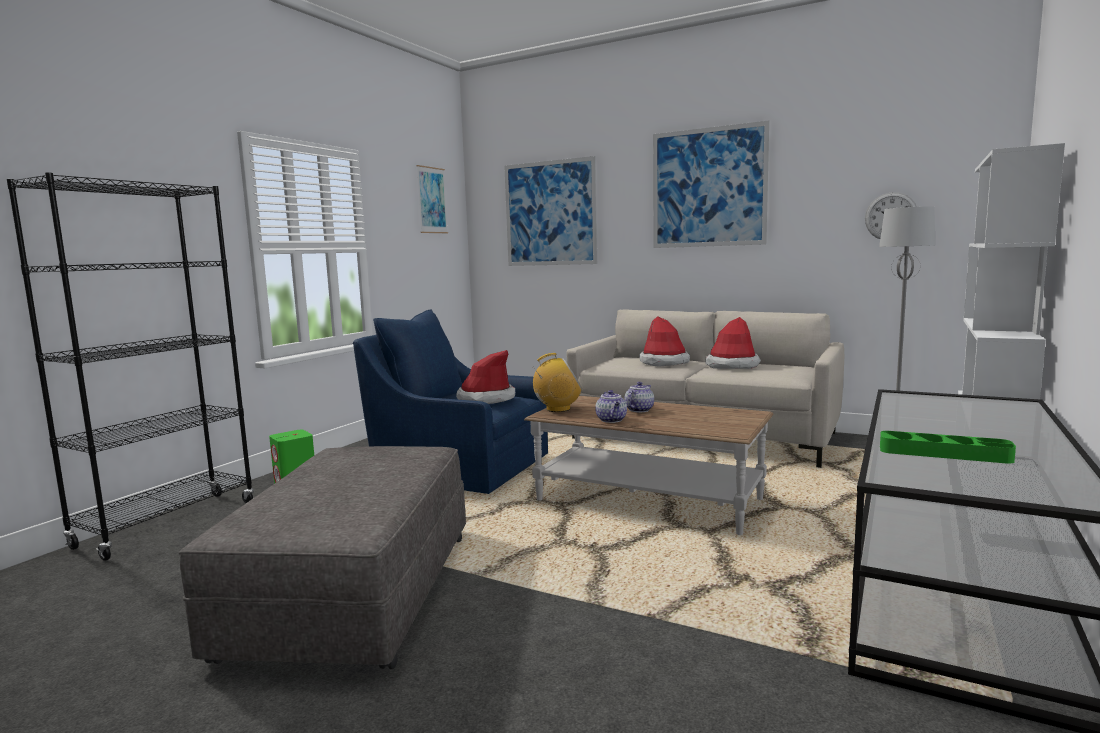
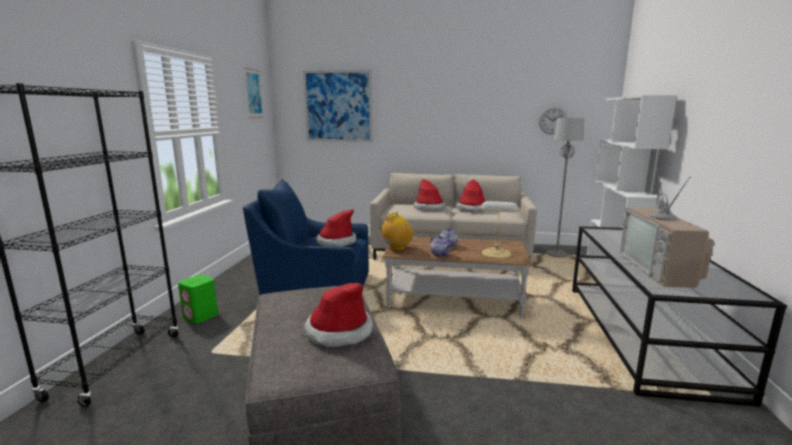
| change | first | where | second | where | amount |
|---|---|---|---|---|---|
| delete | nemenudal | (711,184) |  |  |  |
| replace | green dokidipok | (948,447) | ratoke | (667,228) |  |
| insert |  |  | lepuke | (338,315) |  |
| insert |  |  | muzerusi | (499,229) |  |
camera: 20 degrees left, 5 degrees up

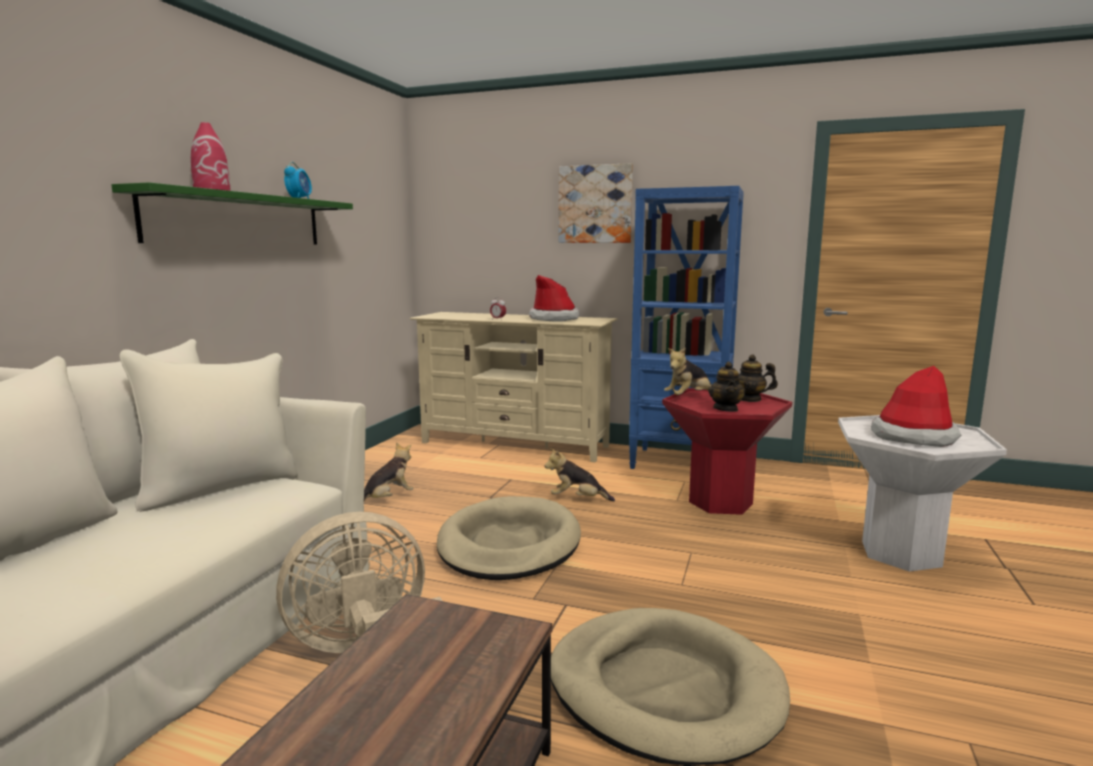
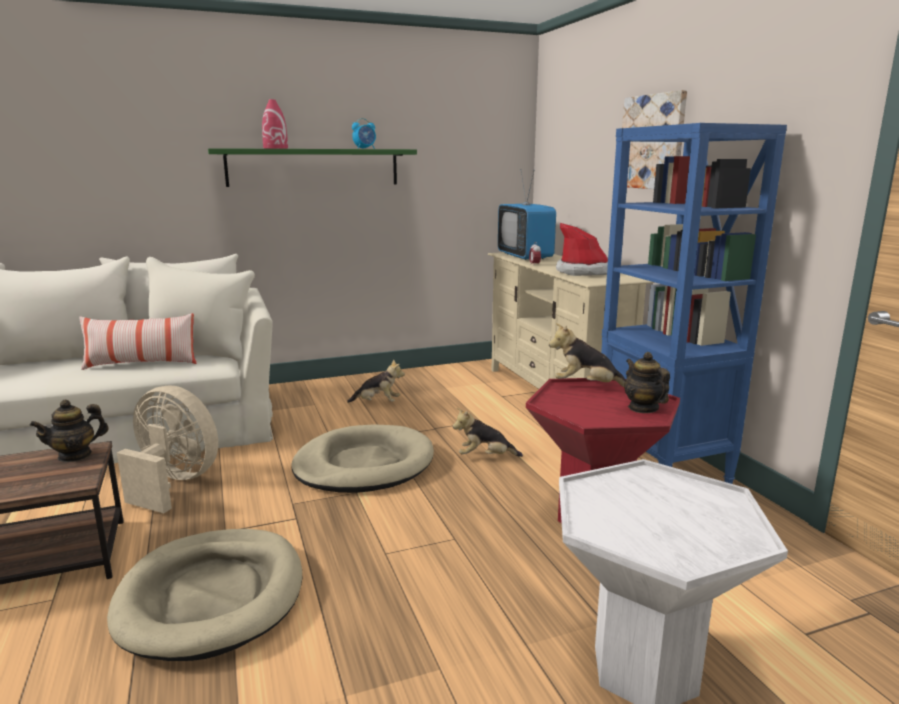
| change | first | where | second | where | amount |
|---|---|---|---|---|---|
| rotate | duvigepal | (580,474) |  | (488,432) | 60 degrees counterclockwise |
| move | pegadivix | (727,387) |  | (69,431) |  |
| delete | lepuke | (916,406) |  |  |  |
| insert |  |  | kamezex | (138,341) |  |
| insert |  |  | ratoke | (527,215) |  |
camera: 50 degrees right, 5 degrees up

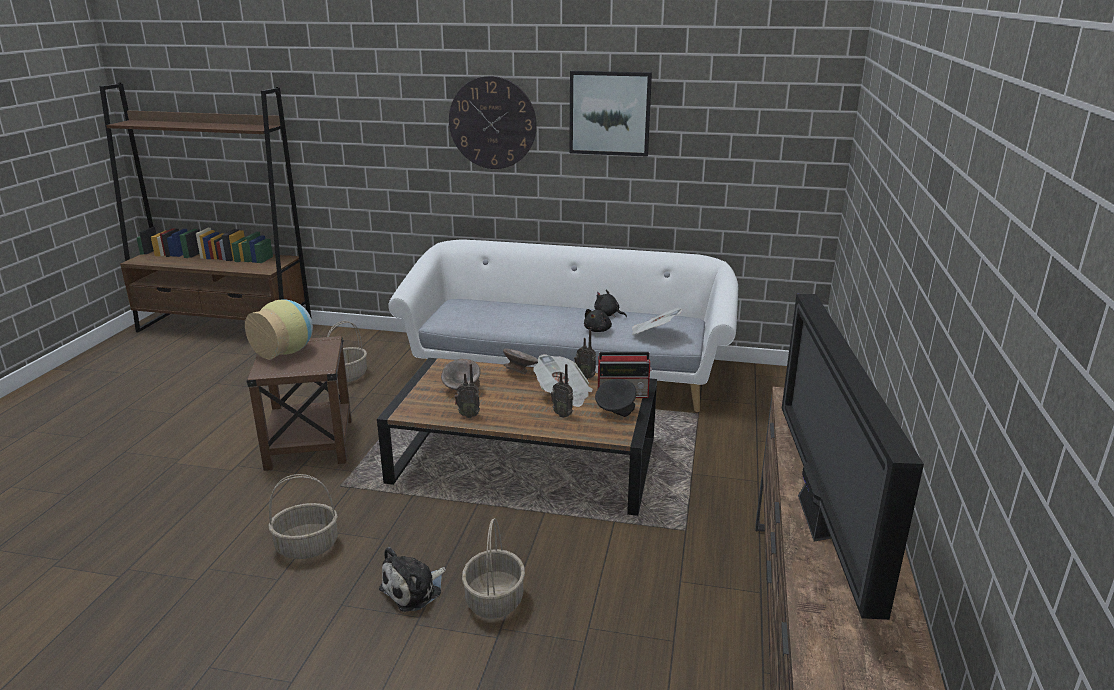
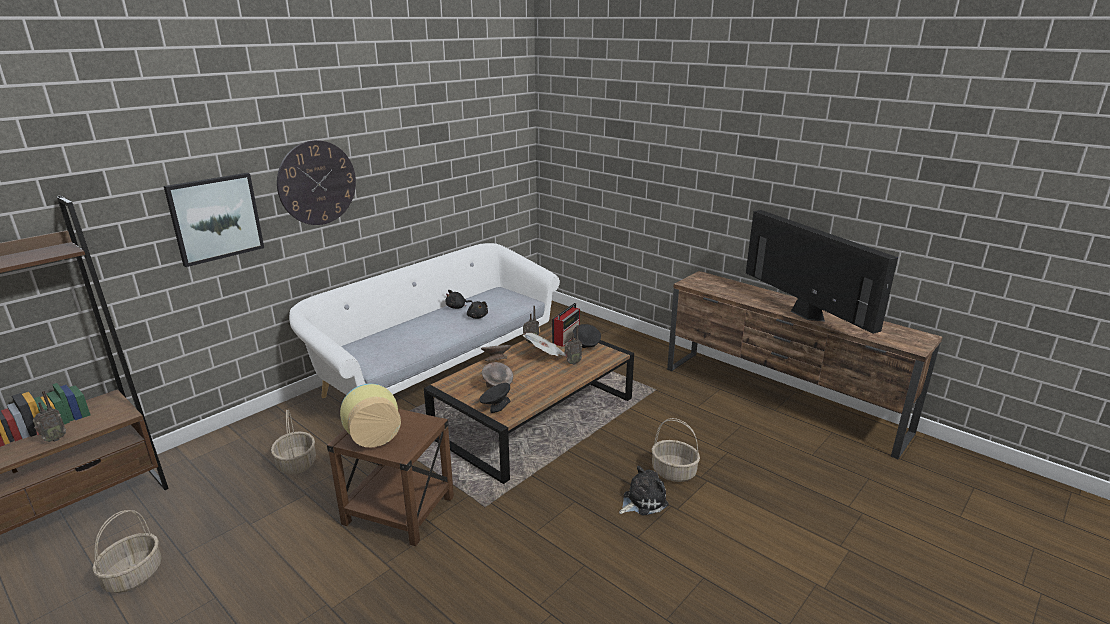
| change | first | where | second | where | amount |
|---|---|---|---|---|---|
| move | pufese | (303,516) |  | (126,551) |  |
| rotate | duvigepal | (412,579) |  | (644,491) | 105 degrees counterclockwise |
| move | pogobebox | (467,391) |  | (49,416) |  |
| move | nemenudal | (610,114) |  | (214,220) |  |
| delete | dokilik | (657,321) |  |  |  |
| rotate | ratoke | (853,457) |  | (822,272) | 150 degrees counterclockwise |
| insert |  |  | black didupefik | (495,398) |  |
camera: 60 degrees left, 0 degrees up

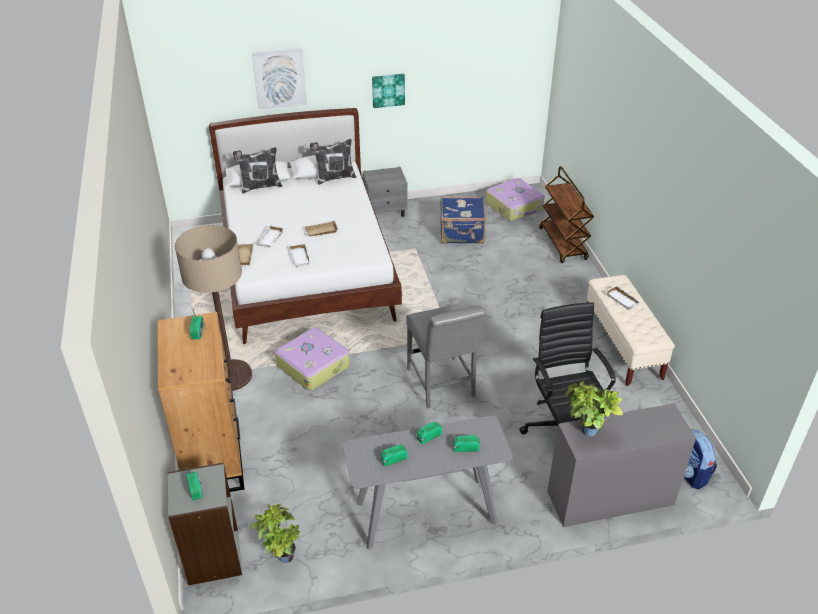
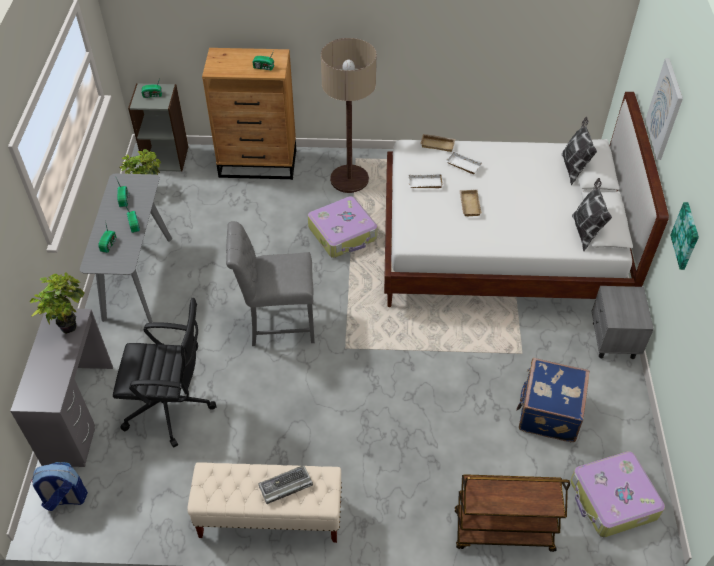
| change | first | where | second | where | amount |
|---|---|---|---|---|---|
| replace | white dokidipok | (623,297) | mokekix | (285,484) |  |
camera: 105 degrees right, 10 degrees up

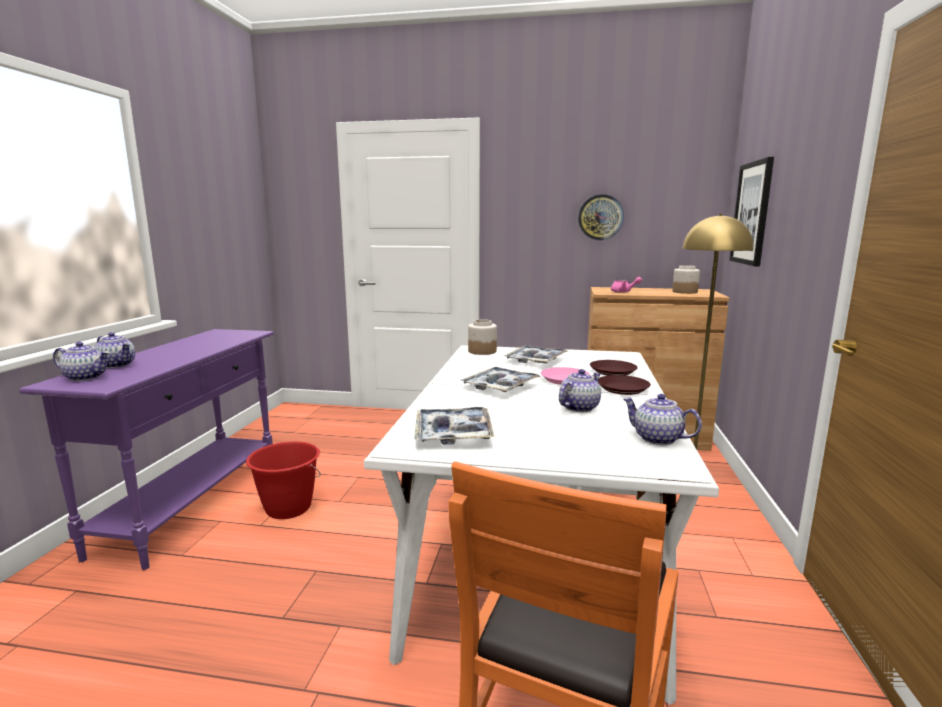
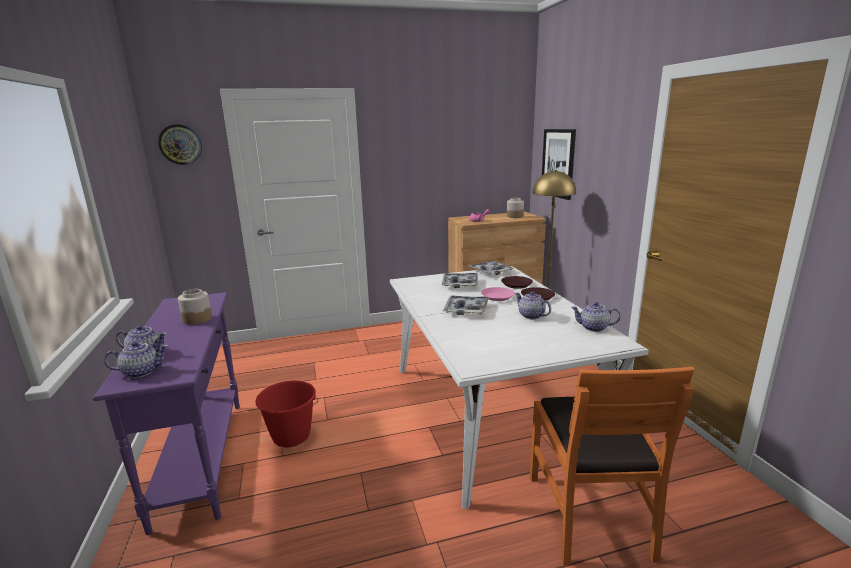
| change | first | where | second | where | amount |
|---|---|---|---|---|---|
| move | dokidipok | (454,426) |  | (491,267) |  |
| move | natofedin | (482,337) |  | (195,307) |  |
| rotate | pegadivix | (580,390) |  | (533,305) | 60 degrees counterclockwise |
| move | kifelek | (601,217) |  | (180,144) |  |
camera: 25 degrees left, 5 degrees up

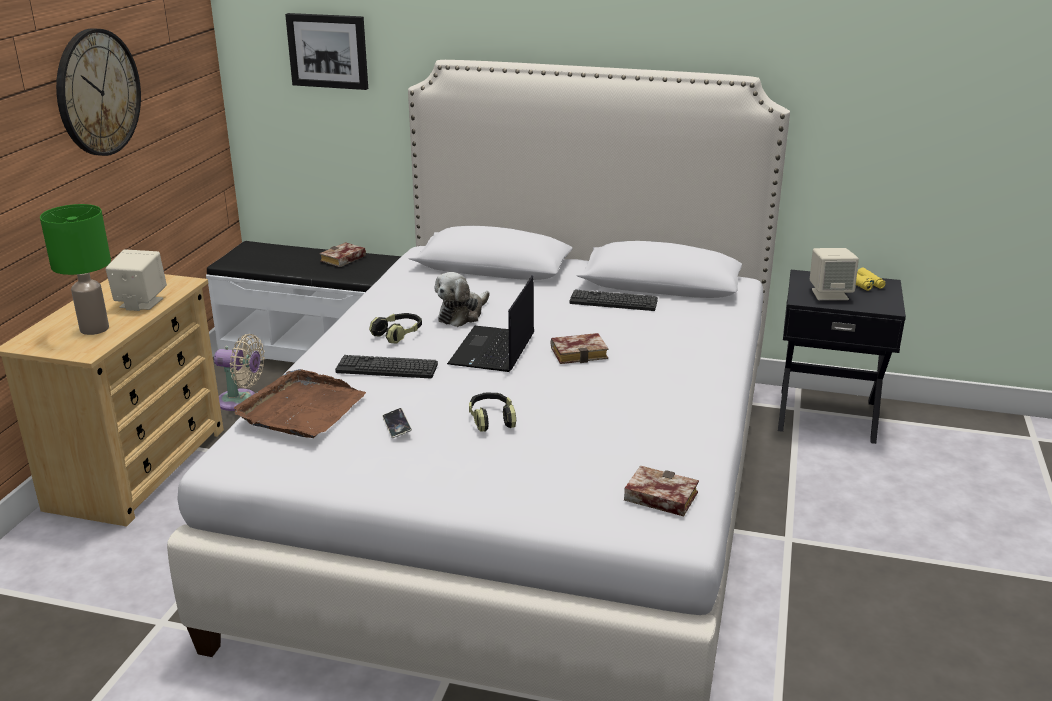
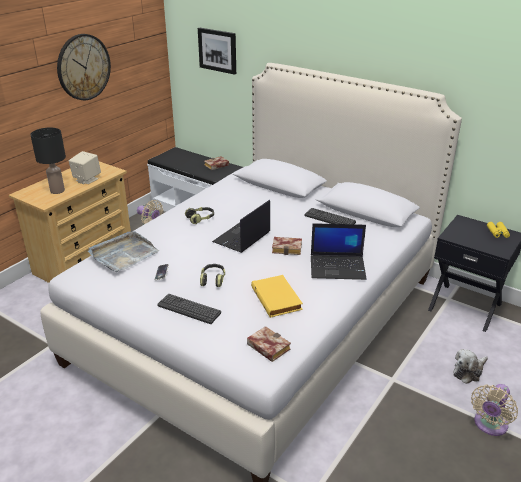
| change | first | where | second | where | amount |
|---|---|---|---|---|---|
| recolor | green muzerusi | (75,269) | black muzerusi | (48,161) |  |
| recolor | brown dokidipok | (300,403) | grey dokidipok | (123,251) |  |
| move | mokekix | (386,366) |  | (189,309) |  |
| move | duvigepal | (462,299) |  | (470,366) |  |
| delete | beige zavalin | (834,274) |  |  |  |
| insert |  |  | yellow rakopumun | (277,296) |  |
| insert |  |  | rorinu | (339,251) |  |
| insert |  |  | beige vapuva | (494,410) |  |
camera: 20 degrees right, 5 degrees up

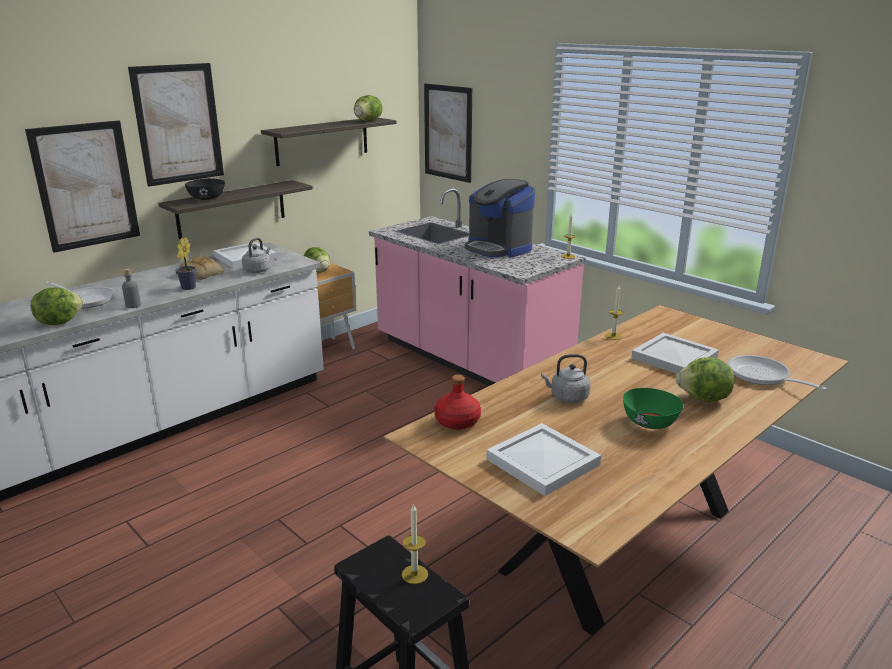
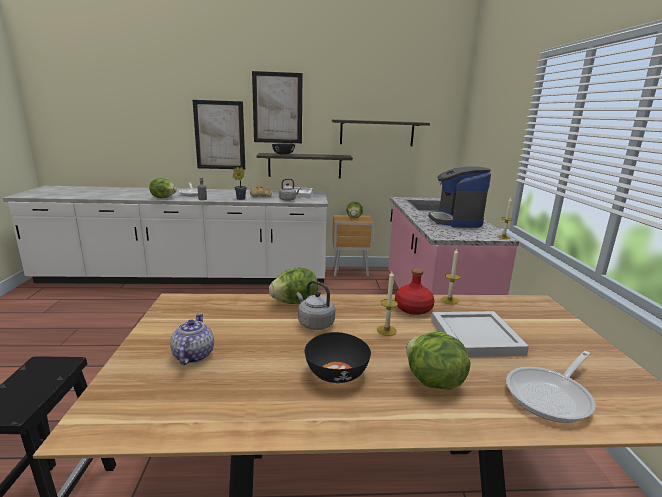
| change | first | where | second | where | amount |
|---|---|---|---|---|---|
| move | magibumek | (368,108) |  | (293,286) |  |
| move | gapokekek | (415,543) |  | (387,303) |  |
| delete | nemenudal | (448,133) |  |  |  |
| move | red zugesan | (457,402) |  | (415,291) |  |
| replace | white dokidipok | (544,459) | pegadivix | (192,339) |  |
| recolor | green didupefik | (653,408) | black didupefik | (337,357) |  |
| rotate | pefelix | (778,373) |  | (550,387) | 135 degrees counterclockwise |
camera: 40 degrees right, 5 degrees down

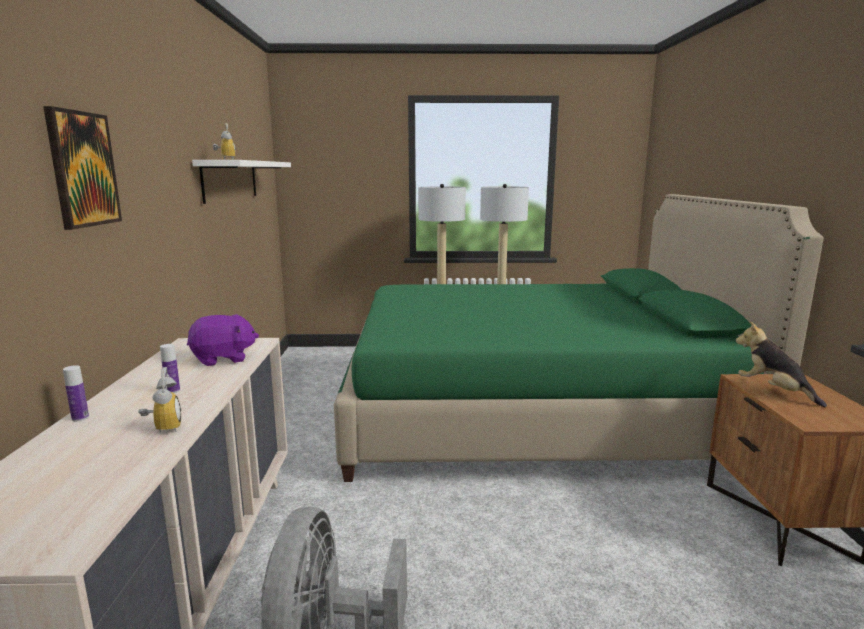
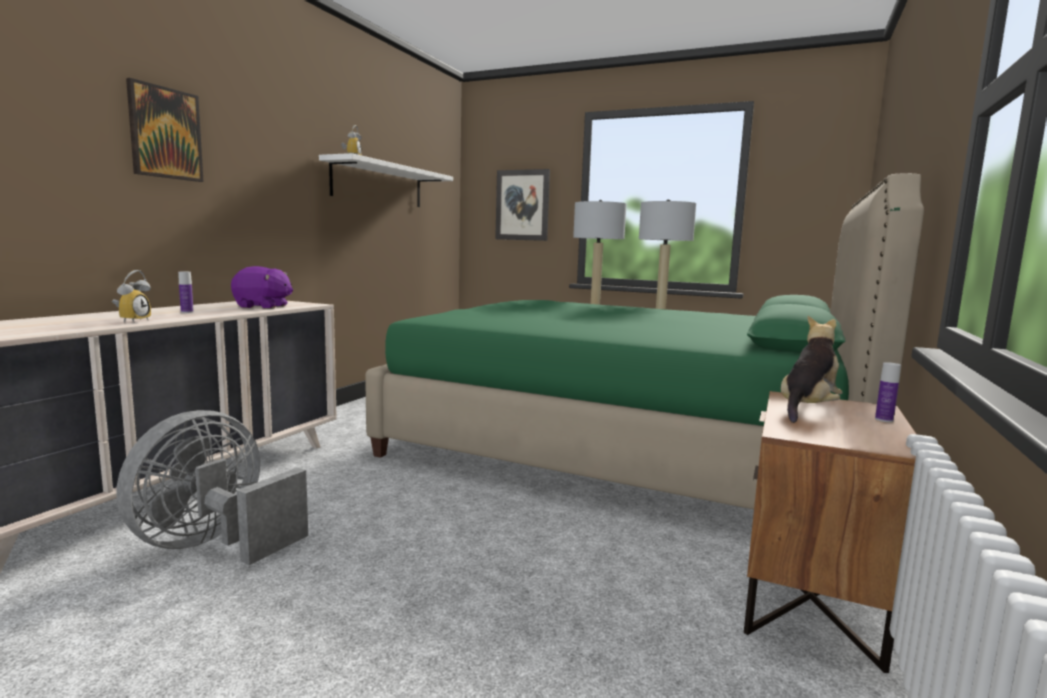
| change | first | where | second | where | amount |
|---|---|---|---|---|---|
| move | zugesan | (76,393) |  | (888,392) |  |
| rotate | duvigepal | (781,364) |  | (812,369) | 45 degrees clockwise |
| insert |  |  | nemenudal | (522,205) |  |
camera: 25 degrees right, 5 degrees down

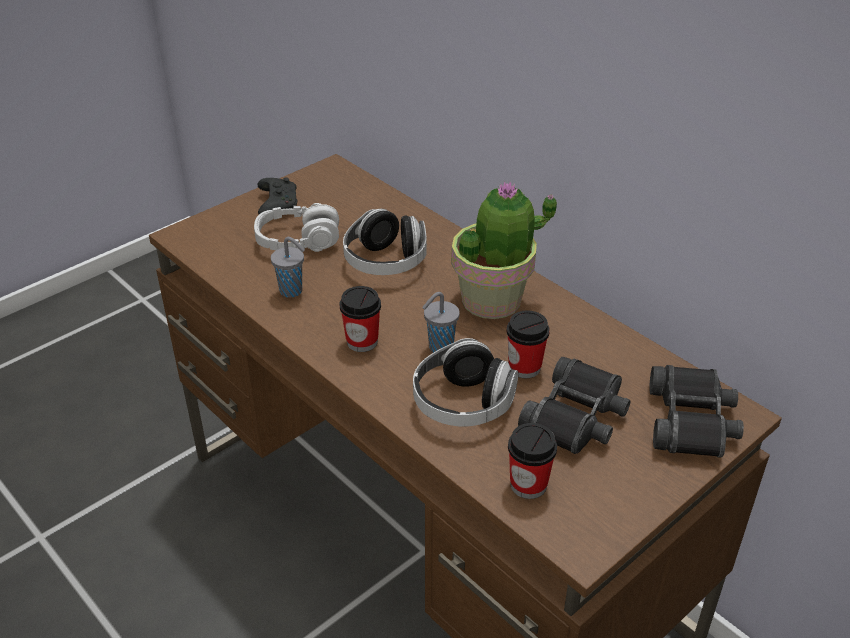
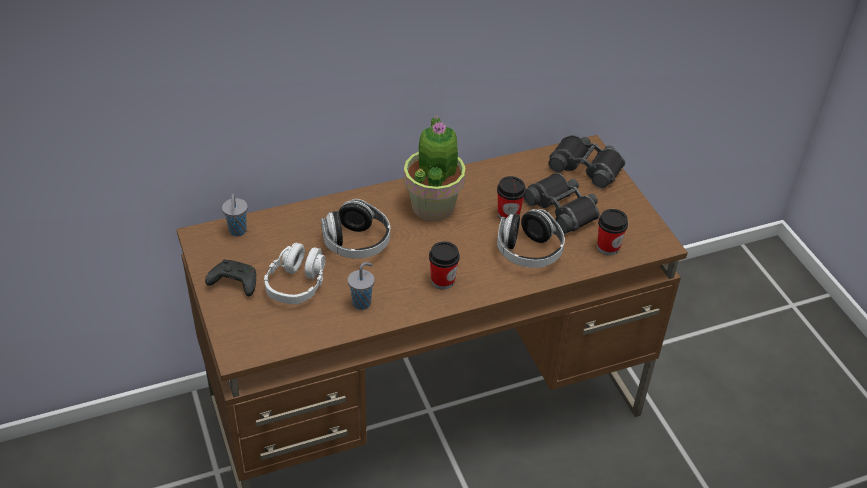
| change | first | where | second | where | amount |
|---|---|---|---|---|---|
| move | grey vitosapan | (441,322) |  | (235,215) |  |
camera: 70 degrees left, 5 degrees up

